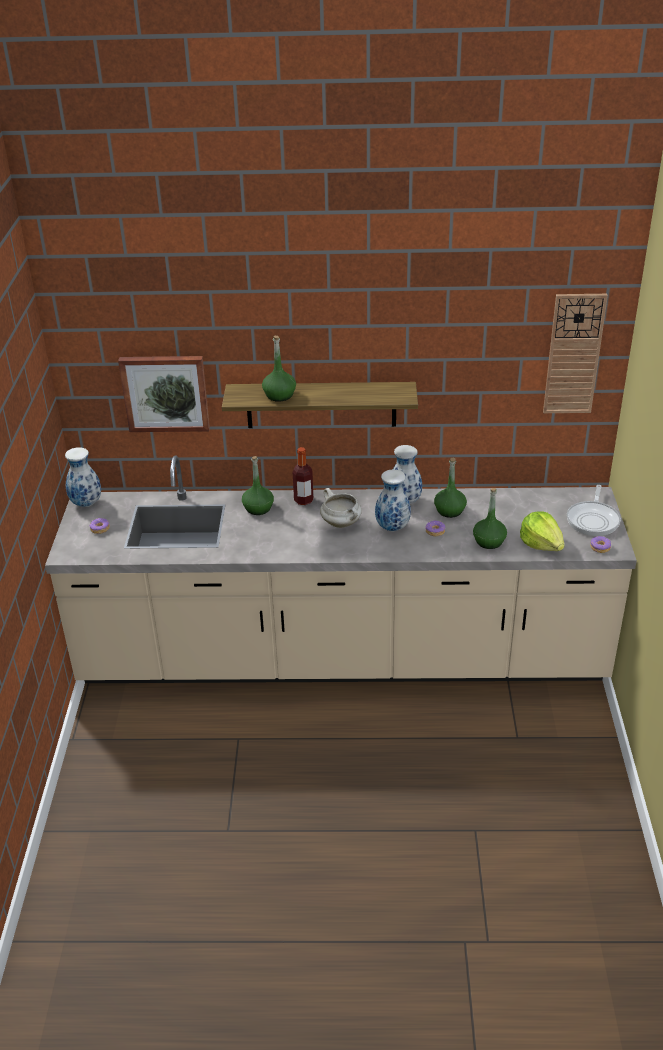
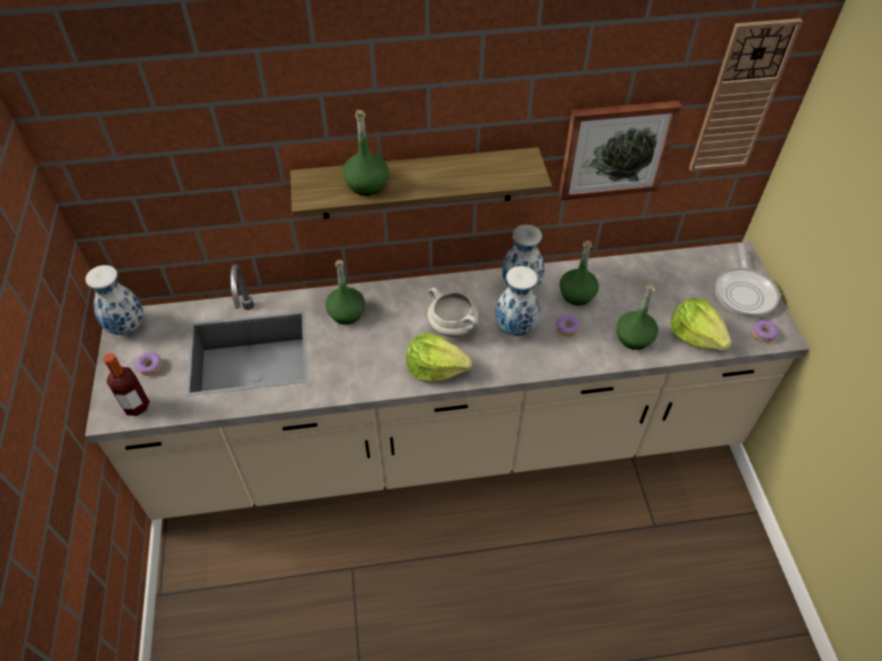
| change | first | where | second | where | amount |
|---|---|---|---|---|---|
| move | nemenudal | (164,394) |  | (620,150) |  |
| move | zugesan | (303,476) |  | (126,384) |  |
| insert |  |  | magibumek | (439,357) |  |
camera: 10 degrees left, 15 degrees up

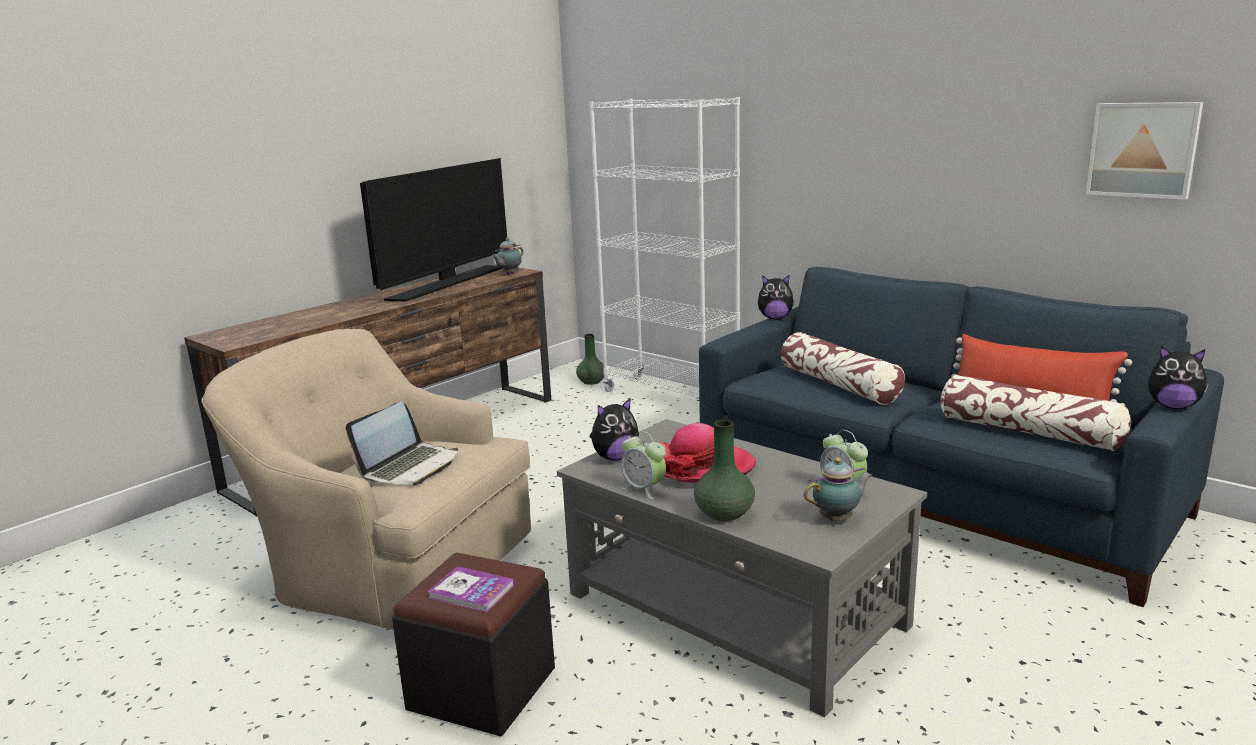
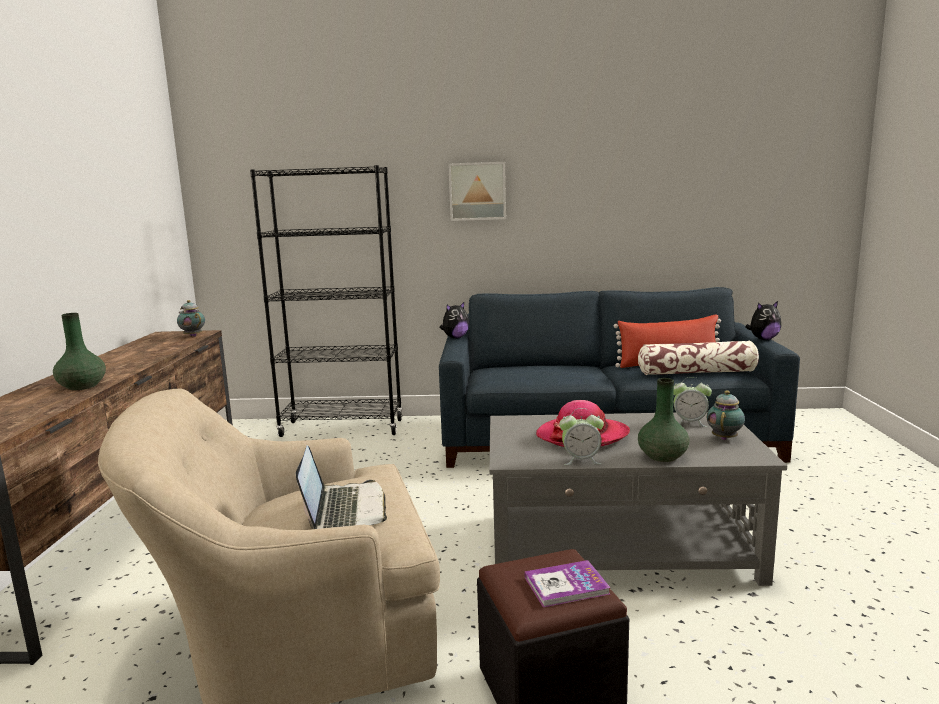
| change | first | where | second | where | amount |
|---|---|---|---|---|---|
| delete | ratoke | (433,230) |  |  |  |
| rotate | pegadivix | (507,256) |  | (191,318) | 135 degrees clockwise |
| move | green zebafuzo | (590,359) |  | (79,351) |  |
| recolor | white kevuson | (664,247) | black kevuson | (326,301) |  |
| delete | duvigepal | (614,429) |  |  |  |
| delete | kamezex | (843,368) |  |  |  |
| move | nemenudal | (1144,151) |  | (477,191) |  |
camera: 40 degrees left, 5 degrees down

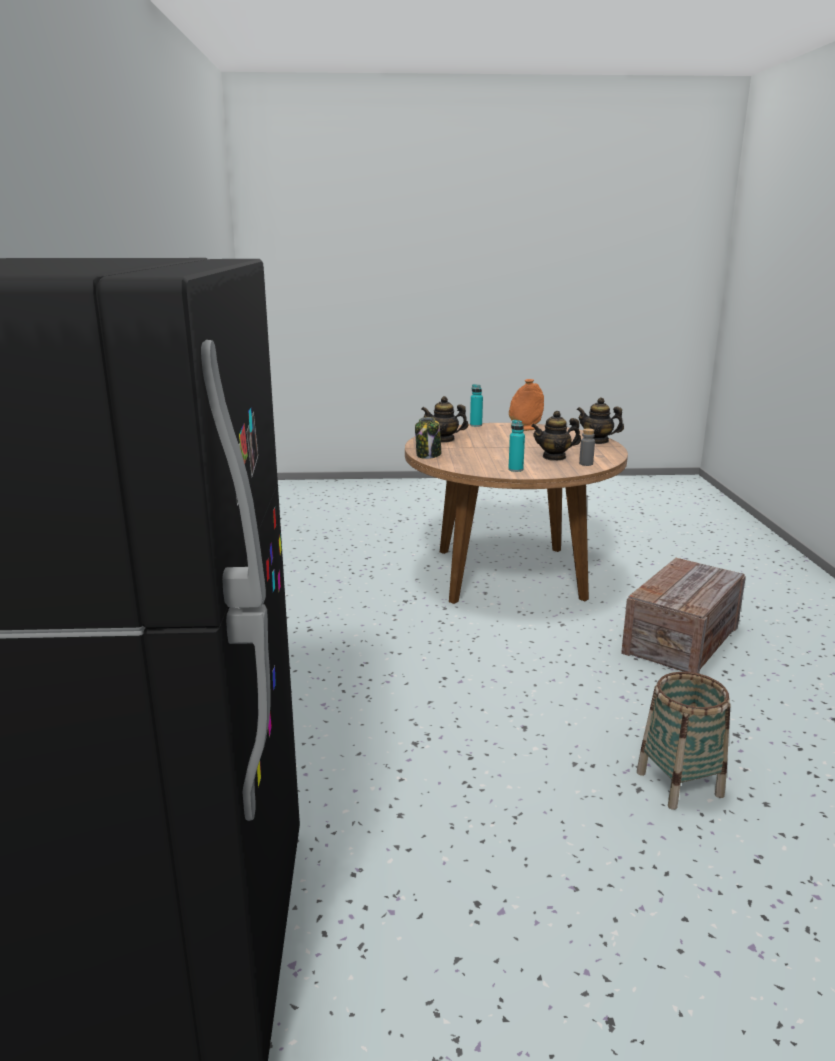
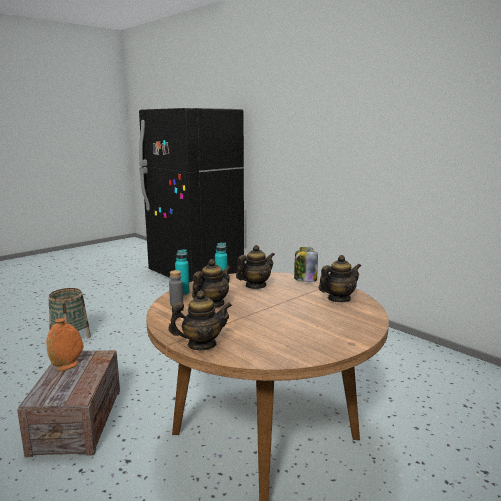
| change | first | where | second | where | amount |
|---|---|---|---|---|---|
| move | turquoise zugesan | (476,405) |  | (182,272) |  |
| move | orange zebafuzo | (526,405) |  | (65,344) |  |
| insert |  |  | pegadivix | (255,267) |  |
camera: 140 degrees right, 5 degrees down

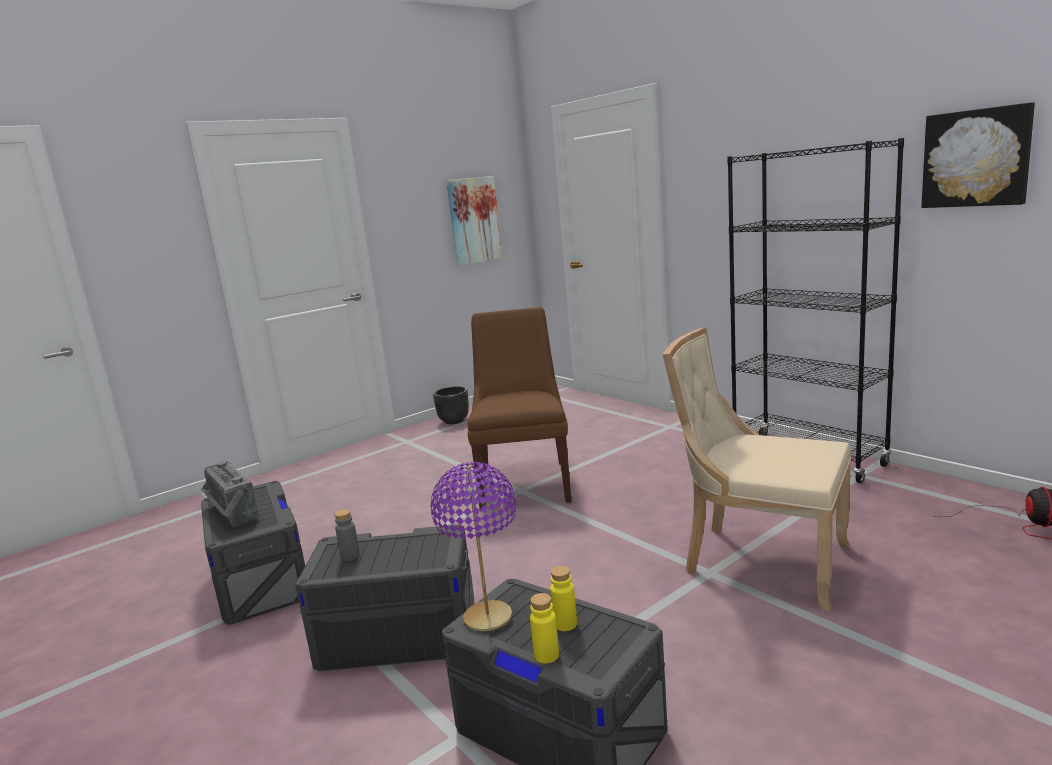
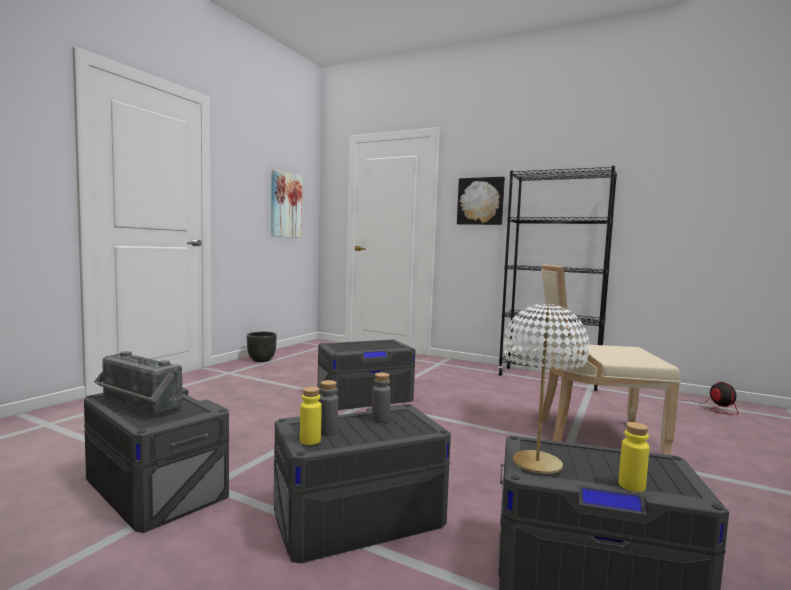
| change | first | where | second | where | amount |
|---|---|---|---|---|---|
| recolor | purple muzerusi | (473,546) | white muzerusi | (546,389) |  |
| replace | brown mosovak | (520,408) | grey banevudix | (366,374) |  |
| move | yellow zugesan | (563,598) |  | (311,415) |  |
| move | nemenudal | (978,155) |  | (481,201) |  |
| insert |  |  | grey zugesan | (381,398) |  |
camera: 25 degrees left, 10 degrees down

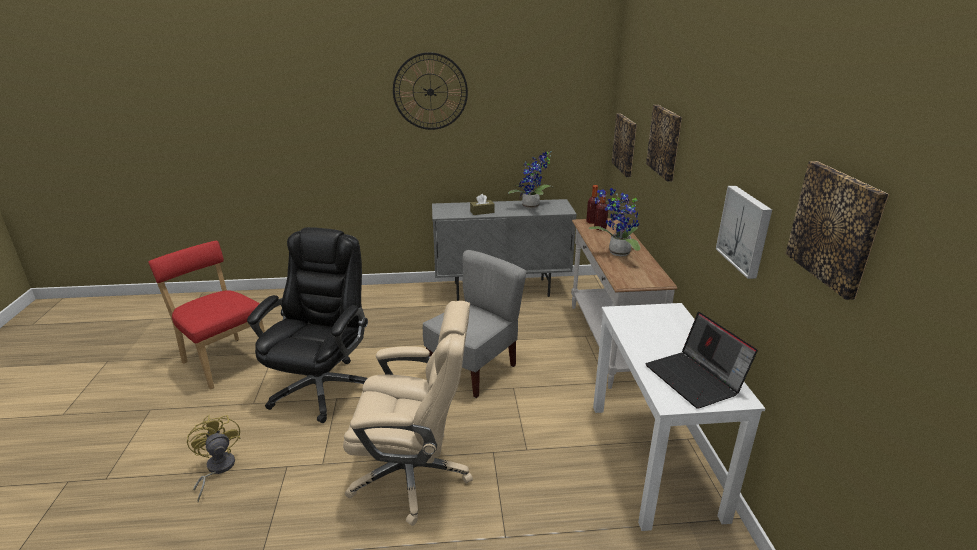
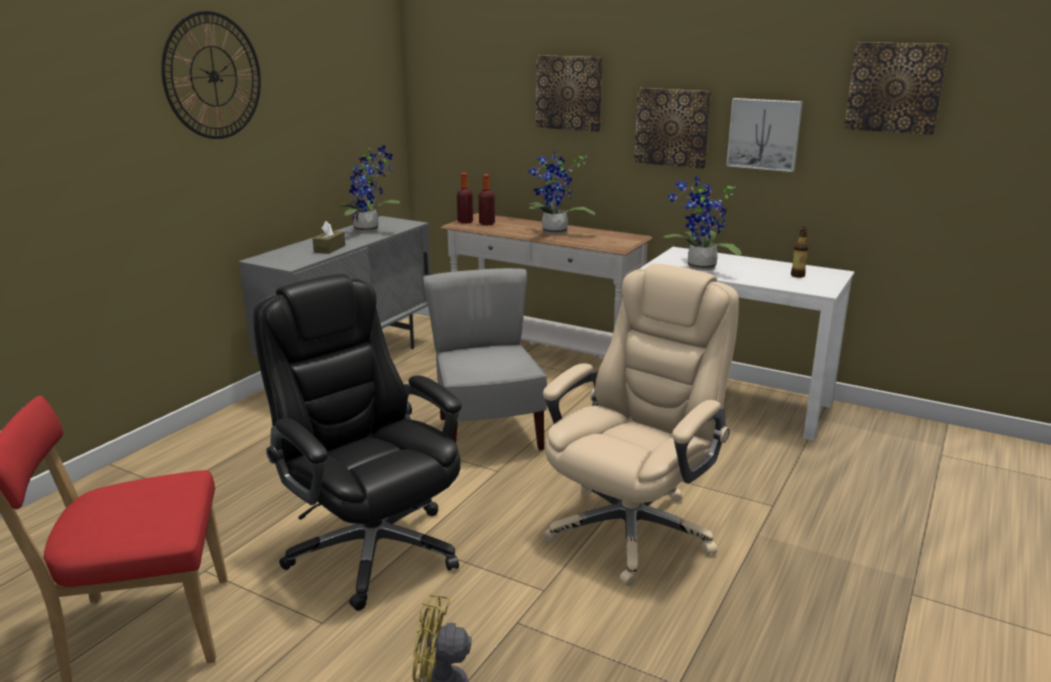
| change | first | where | second | where | amount |
|---|---|---|---|---|---|
| move | nemenudal | (624,145) |  | (672,128) |  |
| replace | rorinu | (702,360) | zugesan | (799,252) |  |
| insert |  |  | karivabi | (703,223) |  |
camera: 55 degrees left, 5 degrees down

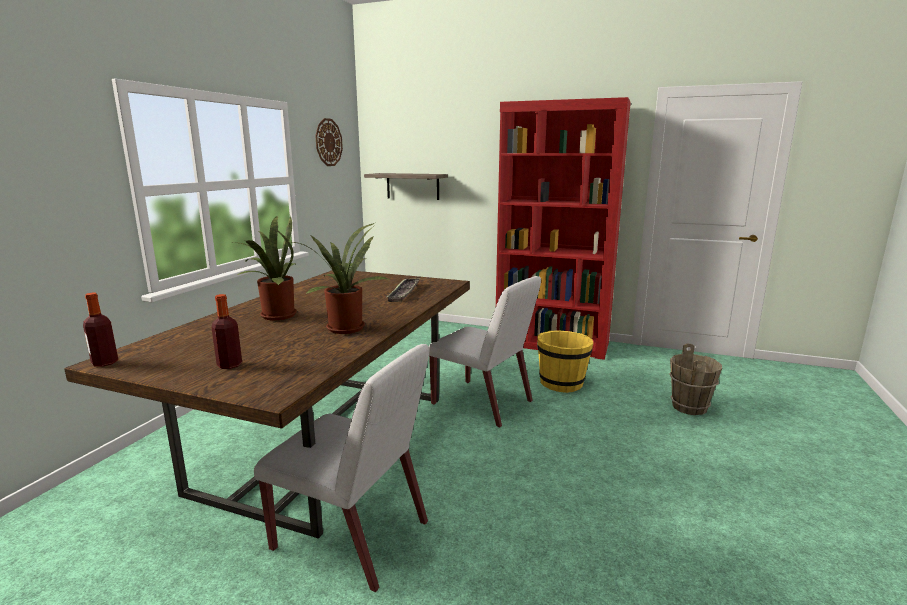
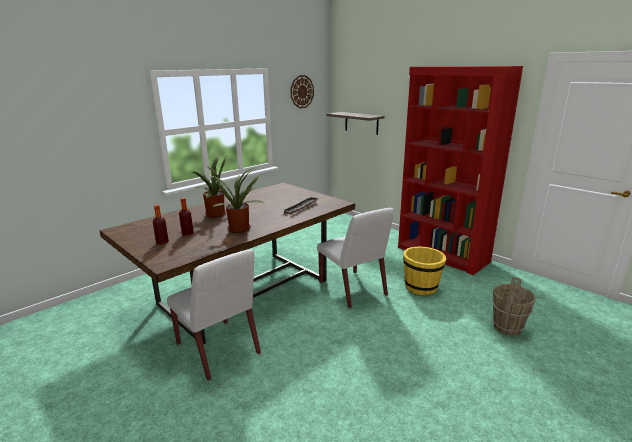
| change | first | where | second | where | amount |
|---|---|---|---|---|---|
| move | zugesan | (100,330) |  | (186,217) |  |
camera: 25 degrees right, 5 degrees up

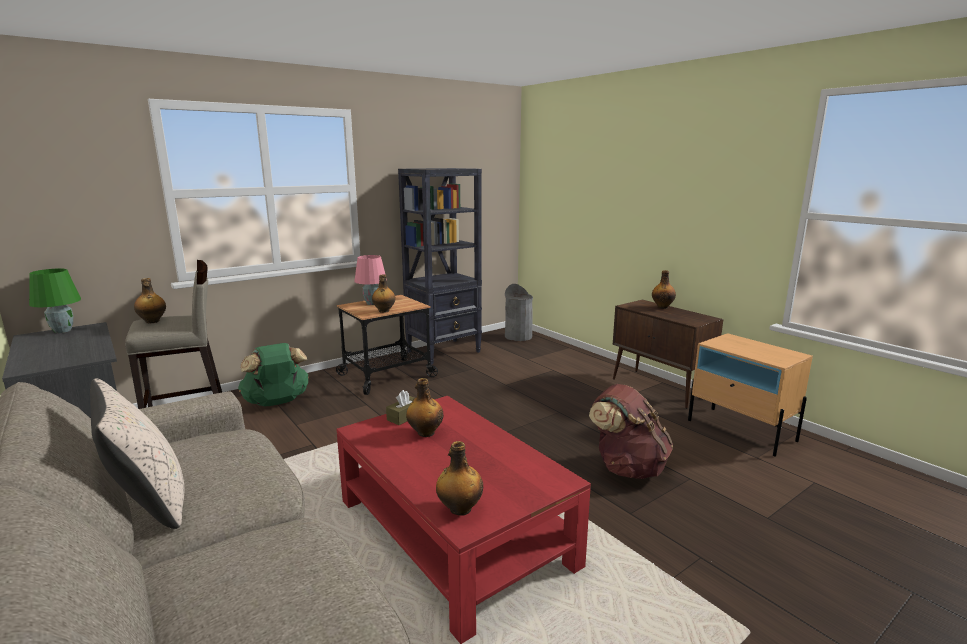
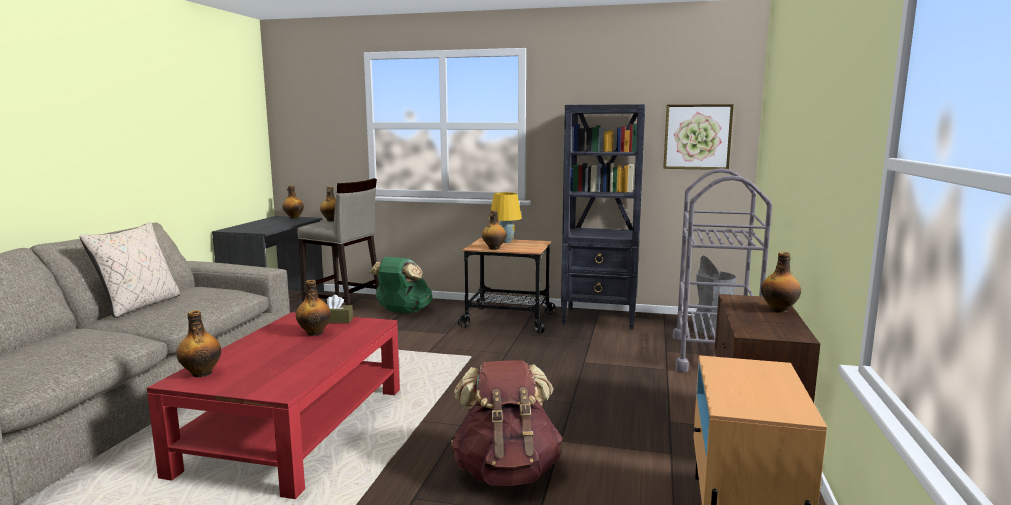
| change | first | where | second | where | amount |
|---|---|---|---|---|---|
| replace | green muzerusi | (55,300) | zugesan | (293,202) |  |
| recolor | pink muzerusi | (370,280) | yellow muzerusi | (505,217) |  |
| insert |  |  | nemenudal | (698,137) |  |
| insert |  |  | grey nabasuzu | (722,270) |  |
camera: 50 degrees right, 5 degrees down

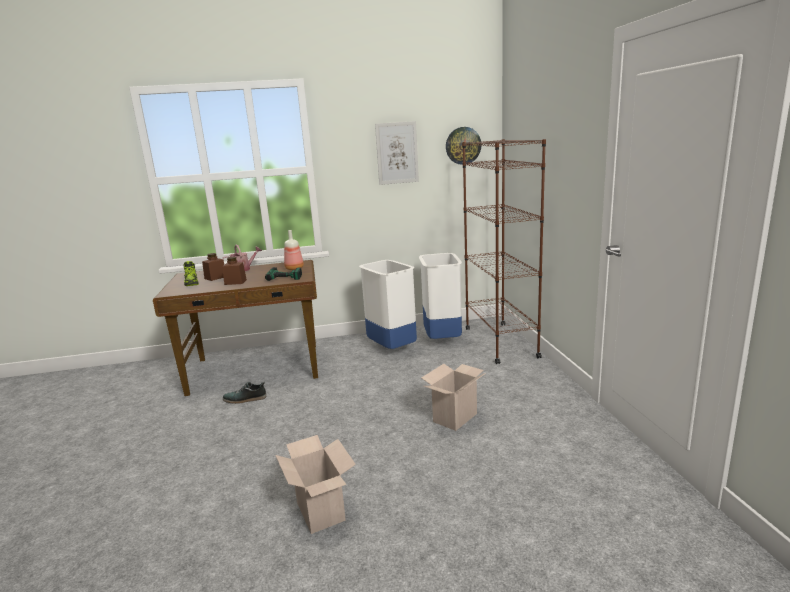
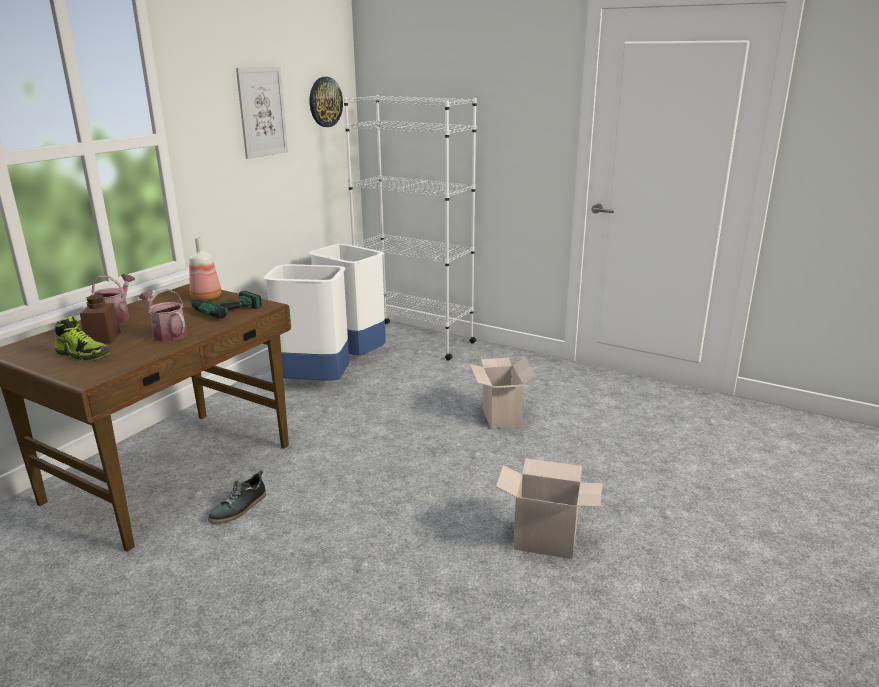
| change | first | where | second | where | amount |
|---|---|---|---|---|---|
| replace | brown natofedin | (234,271) | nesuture | (163,315) |  |
| recolor | brown kevuson | (504,251) | white kevuson | (410,228) |  |
camera: 50 degrees left, 5 degrees up

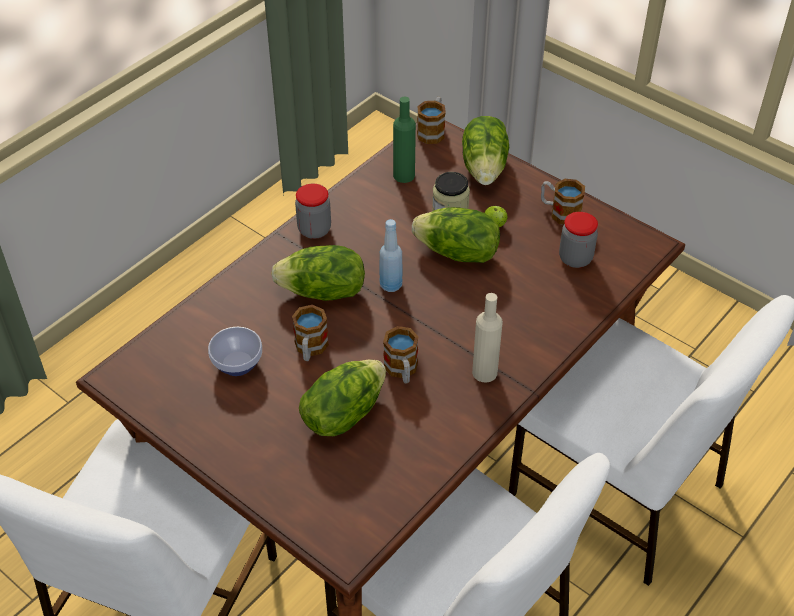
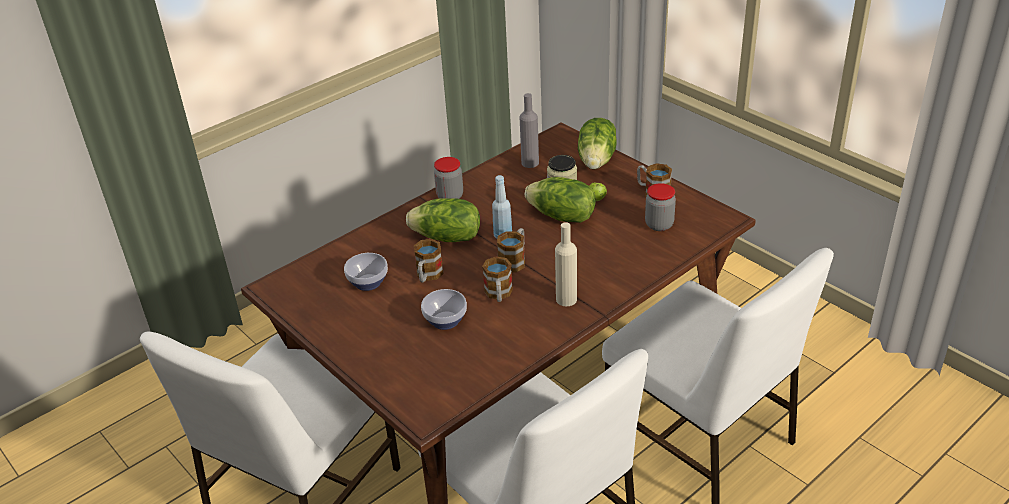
| change | first | where | second | where | amount |
|---|---|---|---|---|---|
| replace | magibumek | (342,398) | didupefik | (444,309) |  |
| recolor | green zugesan | (404,140) | grey zugesan | (529,130) |  |
| move | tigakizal | (431,120) |  | (511,250) |  |
camera: 10 degrees right, 10 degrees down

